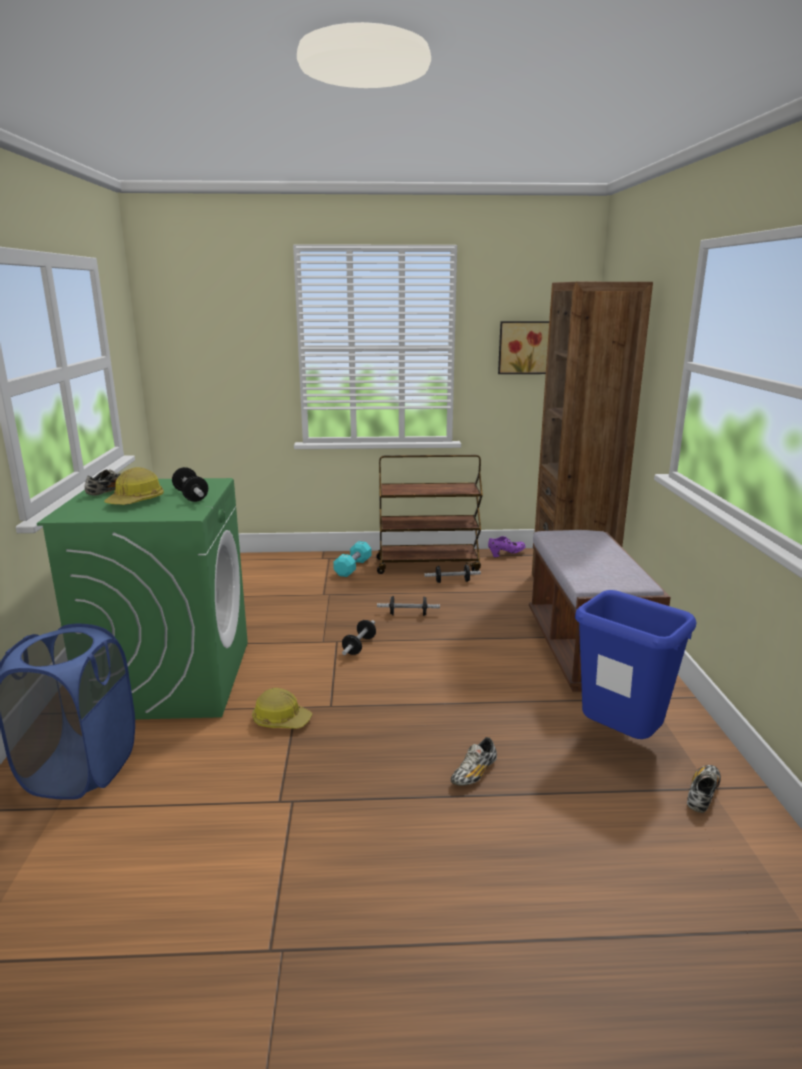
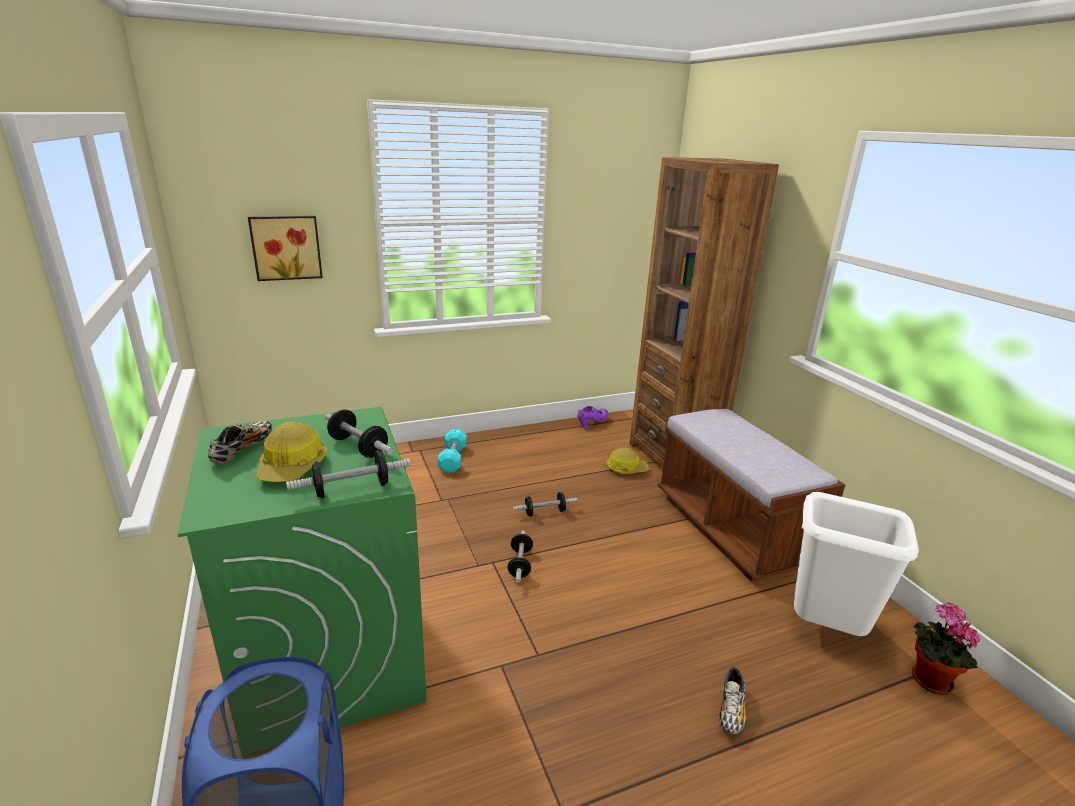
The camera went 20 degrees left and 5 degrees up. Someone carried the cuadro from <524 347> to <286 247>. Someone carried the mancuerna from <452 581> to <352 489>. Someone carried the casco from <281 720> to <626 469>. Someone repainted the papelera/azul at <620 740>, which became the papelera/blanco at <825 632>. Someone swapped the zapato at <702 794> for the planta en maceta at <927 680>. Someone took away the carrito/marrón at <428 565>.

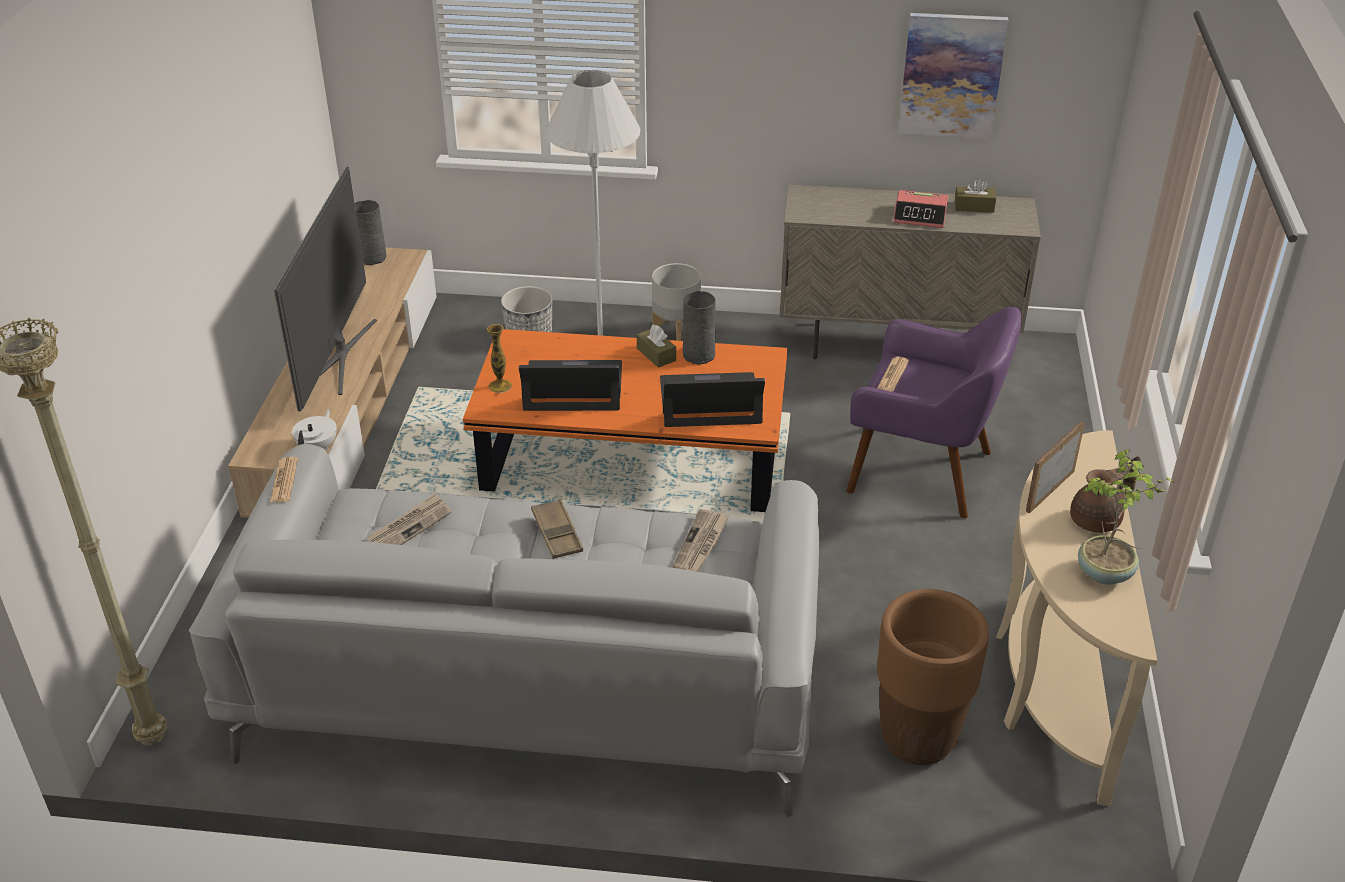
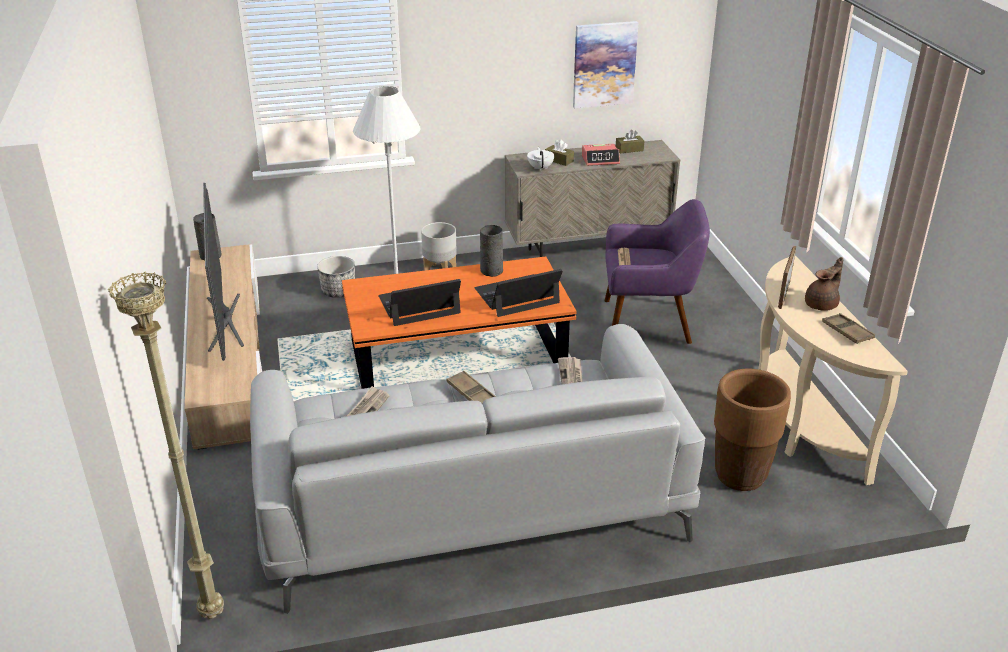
The camera went 20 degrees left and 5 degrees down. Someone carried the tetera/blanco from <318 447> to <540 168>. Someone carried the caja de pañuelos/marrón from <656 354> to <559 160>. Someone swapped the planta en maceta at <1105 574> for the bandeja/marrón at <847 332>. Someone took away the periódico at <284 480>. Someone took away the florero at <500 386>.

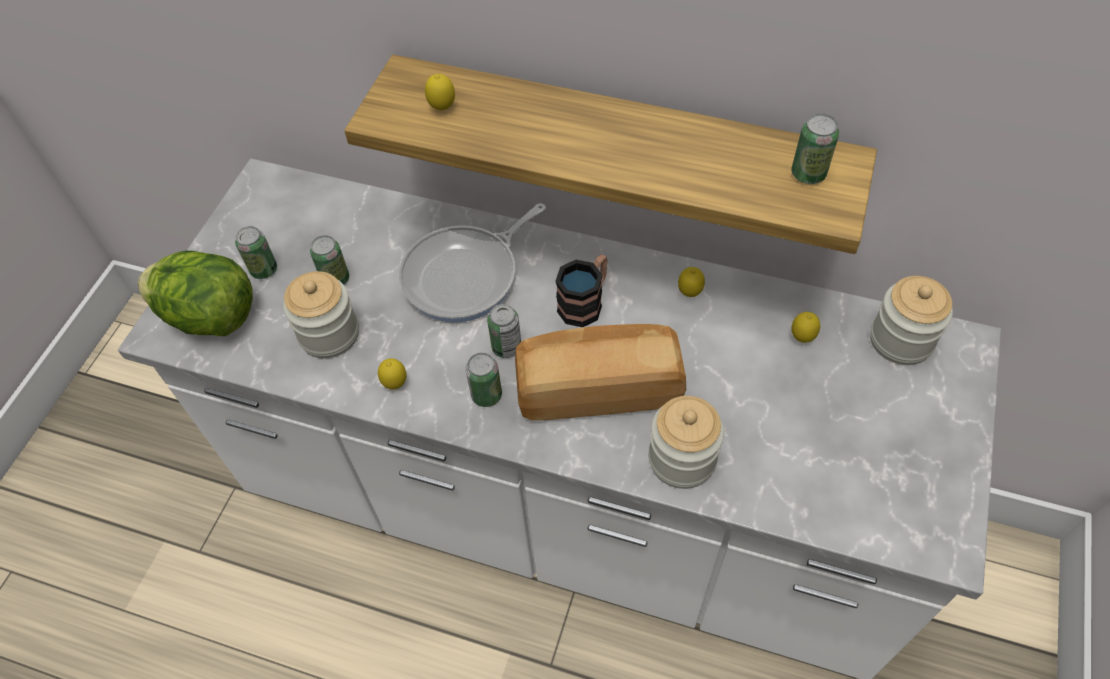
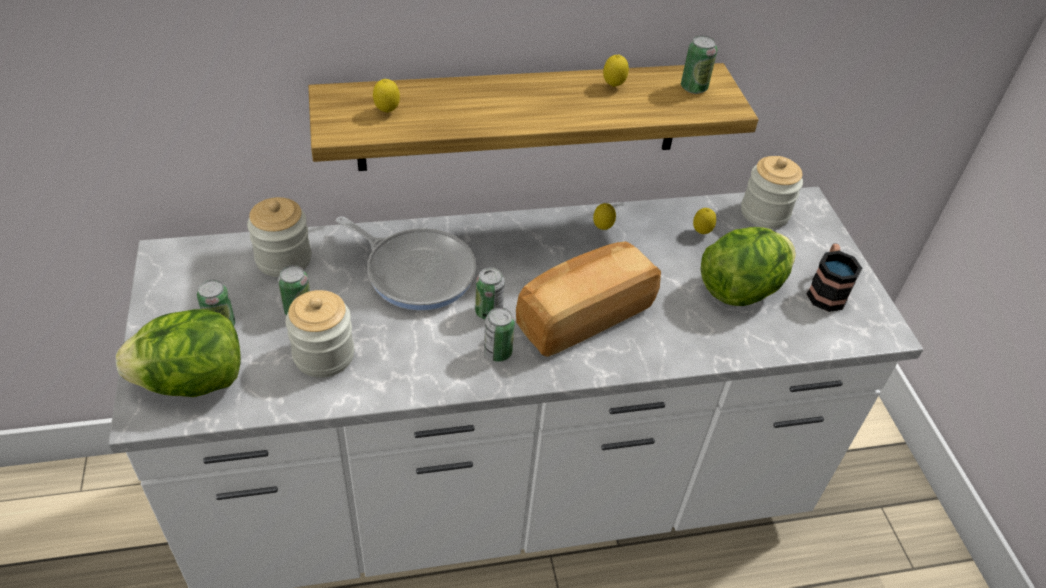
The camera went 35 degrees left and 10 degrees down. Someone carried the tarro from <682 459> to <283 259>. Someone rotated the sartén at <466 276> by 75 degrees counterclockwise. Someone carried the limón from <395 384> to <613 86>. Someone put down the lechuga at <740 289>. Someone carried the taza grande from <585 302> to <826 290>.

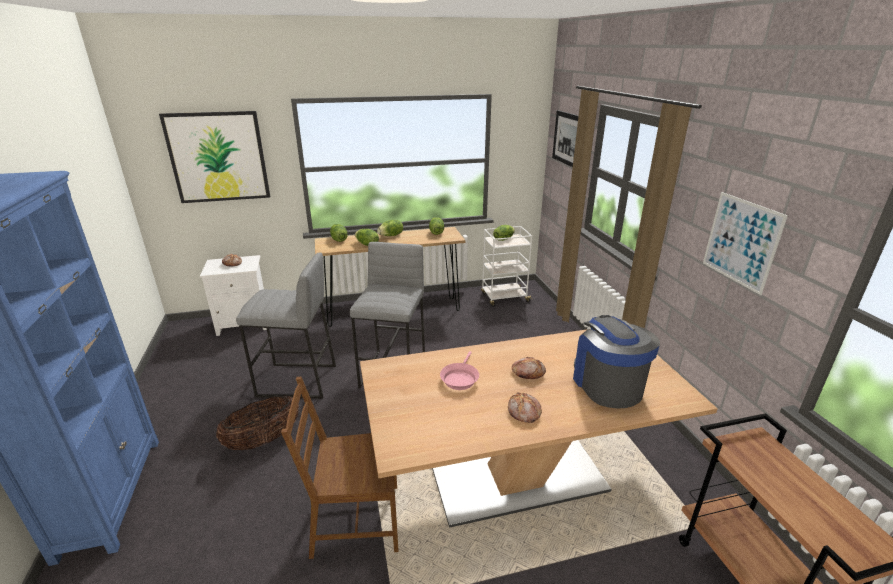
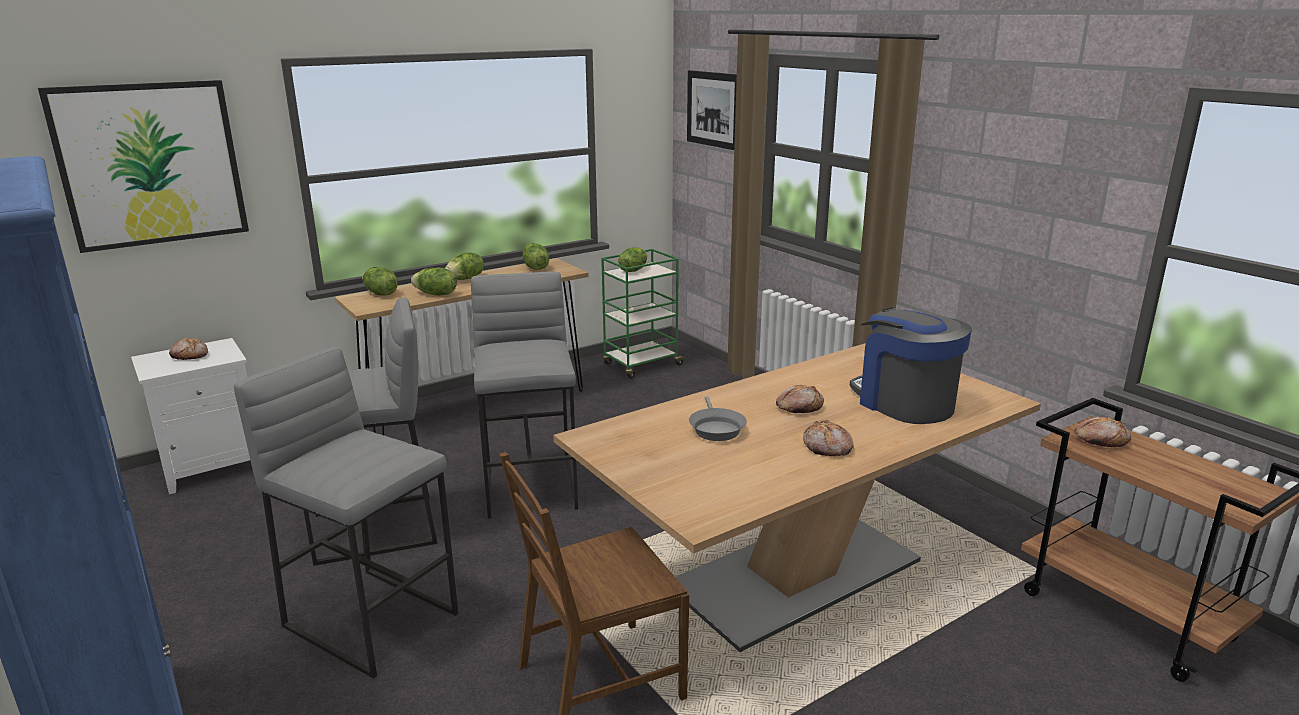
The camera went 20 degrees left and 5 degrees down. Someone swapped the cesta at <263 440> for the taburete/gris at <372 619>. Someone repainted the carrito/blanco at <504 298>, which became the carrito/verde at <641 365>. Someone repainted the sartén/rosa at <460 378>, which became the sartén/gris at <715 428>. Someone put down the pan at <1100 440>. Someone took away the cuadro at <741 241>.

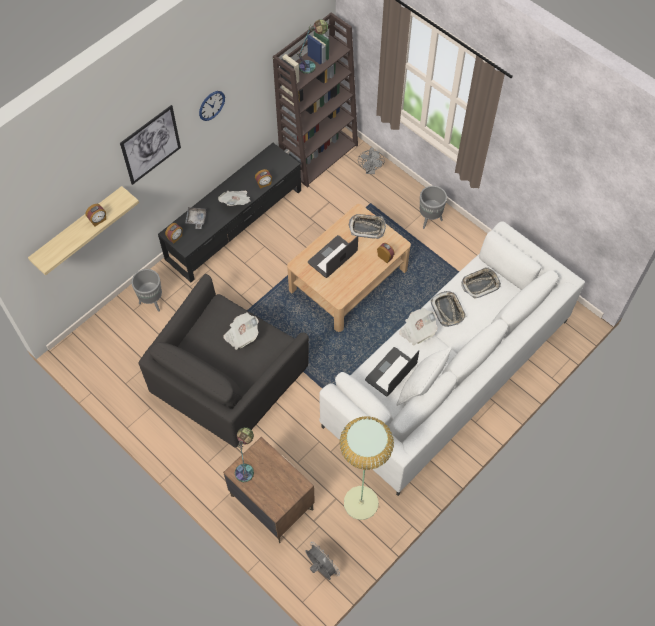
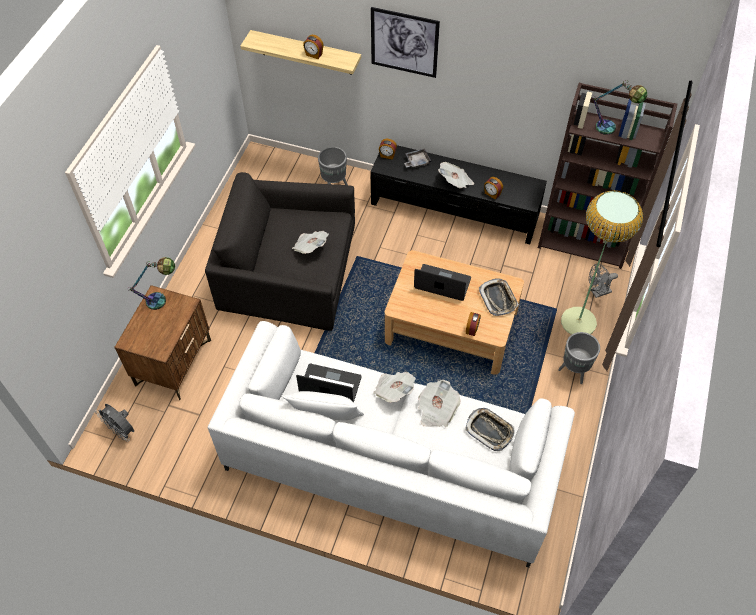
The camera went 65 degrees right and 5 degrees down. Someone rotated the ventilador/gris at <320 567> by 105 degrees clockwise. Someone swapped the bandeja at <448 310> for the periódico at <436 410>. Someone carried the lámpara de pie from <361 503> to <578 322>. Someone took away the reloj de pared at <211 105>.

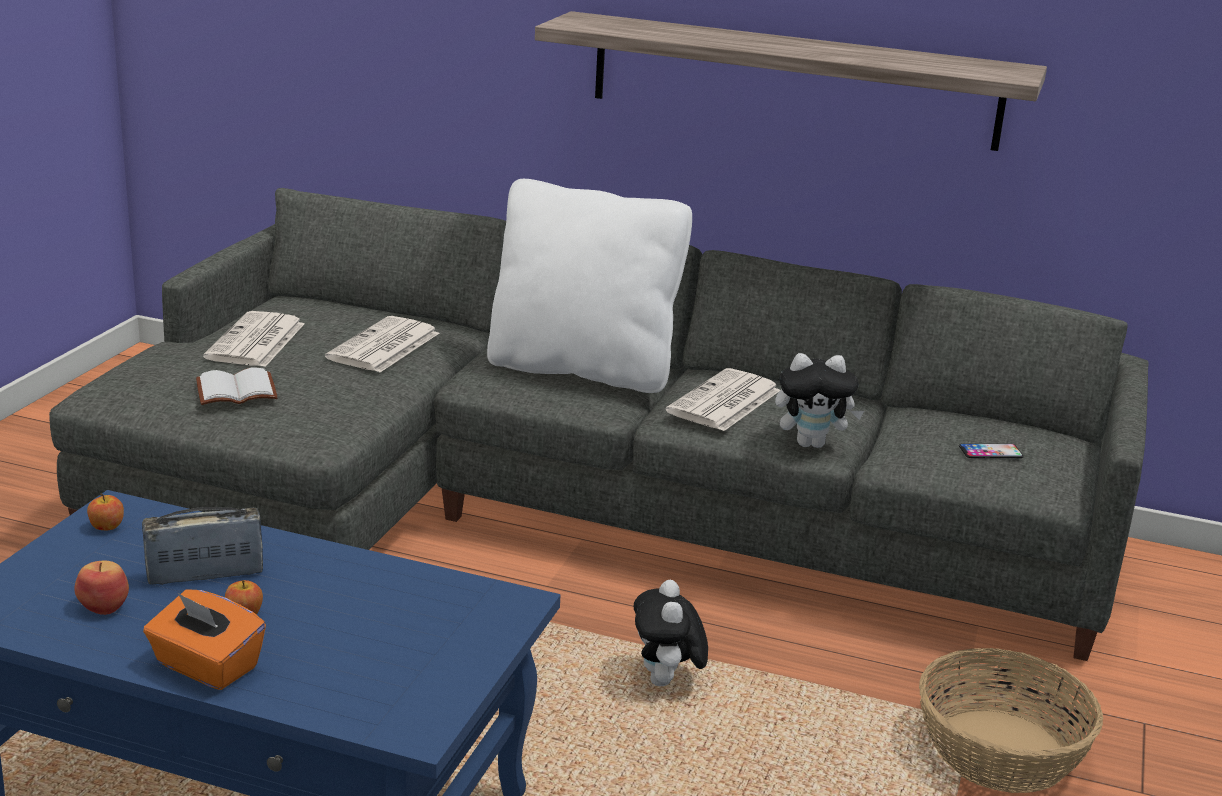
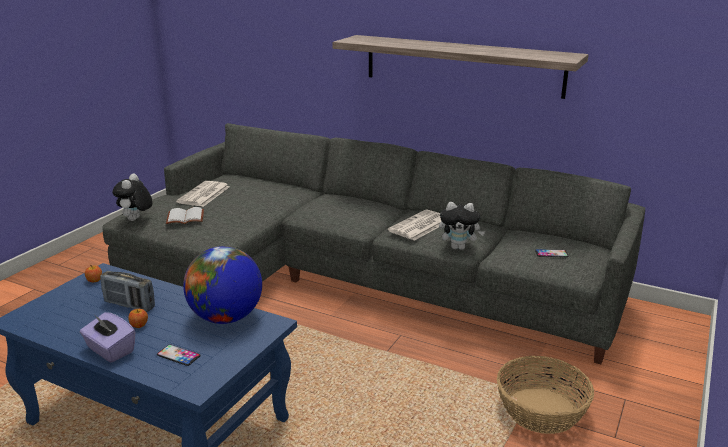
The camera went 10 degrees right and 0 degrees up. Someone repainted the caja de pañuelos/naranja at <206 667>, which became the caja de pañuelos/morado at <110 350>. Someone rotated the radio at <205 575> by 150 degrees counterclockwise. Someone carried the peluche from <666 683> to <136 220>. Someone put down the móvil at <178 355>. Someone put down the globo terráqueo at <226 317>. Someone took away the manzana at <104 606>. Someone took away the periódico at <383 347>. Someone took away the cojín/blanco at <583 369>.

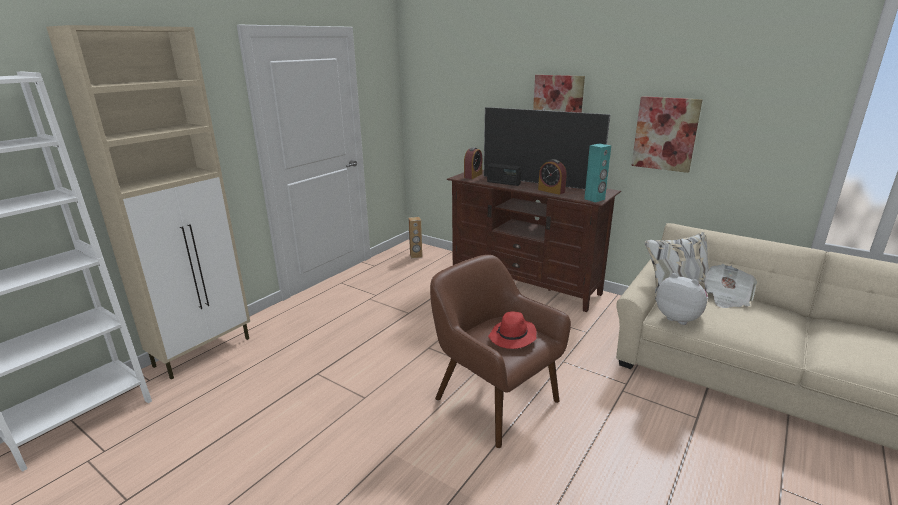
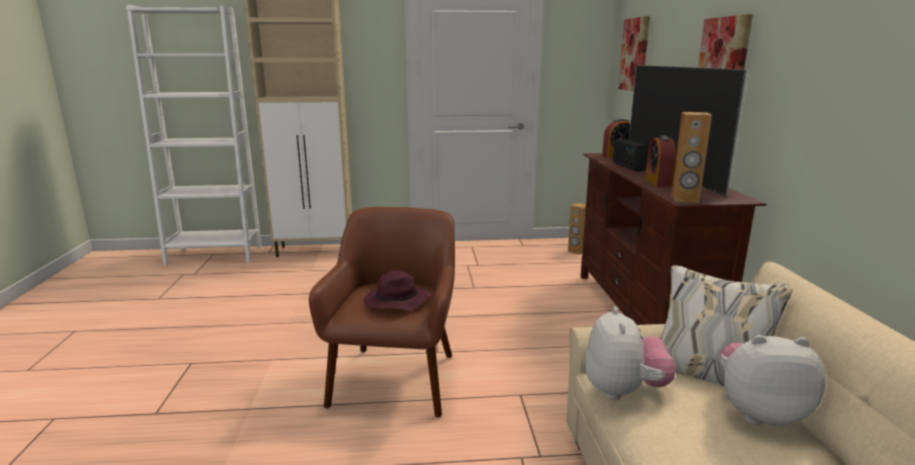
The camera went 50 degrees right and 5 degrees down. Someone repainted the sombrero/rojo at <513 337>, which became the sombrero/morado at <395 302>. Someone carried the cuadro from <665 134> to <634 54>. Someone repainted the altavoz/turquesa at <594 199>, which became the altavoz/marrón at <685 199>. Someone swapped the periódico at <726 298> for the peluche at <758 412>.

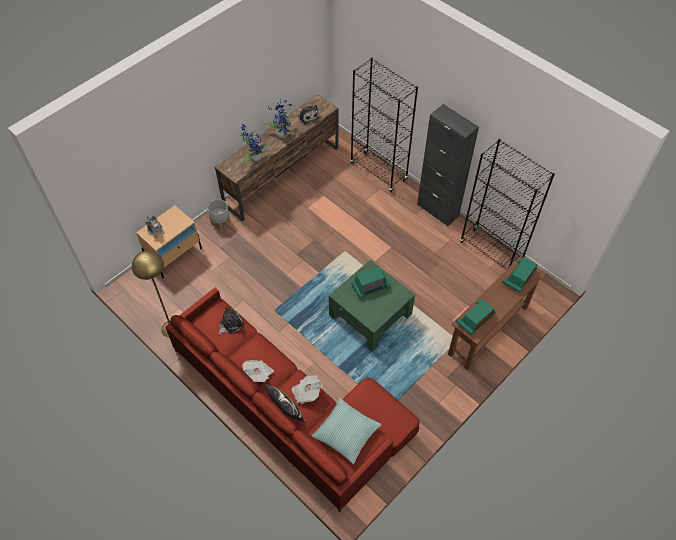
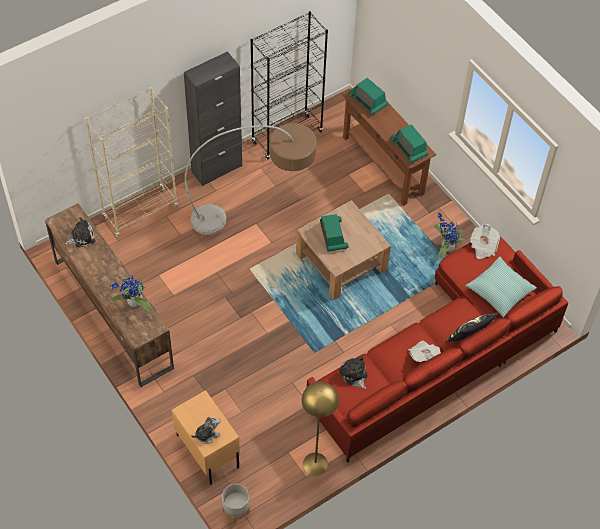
The camera went 80 degrees left and 0 degrees up. Someone repainted the estantería/negro at <378 172>, which became the estantería/beis at <140 212>. Someone put down the lámpara de pie at <257 214>. Someone carried the maceta/gris from <221 223> to <236 510>. Someone repainted the mesa de centro/verde at <370 315>, which became the mesa de centro/marrón at <341 262>. Someone carried the planta en maceta from <282 134> to <446 247>. Someone carried the periódico from <306 392> to <483 246>.

